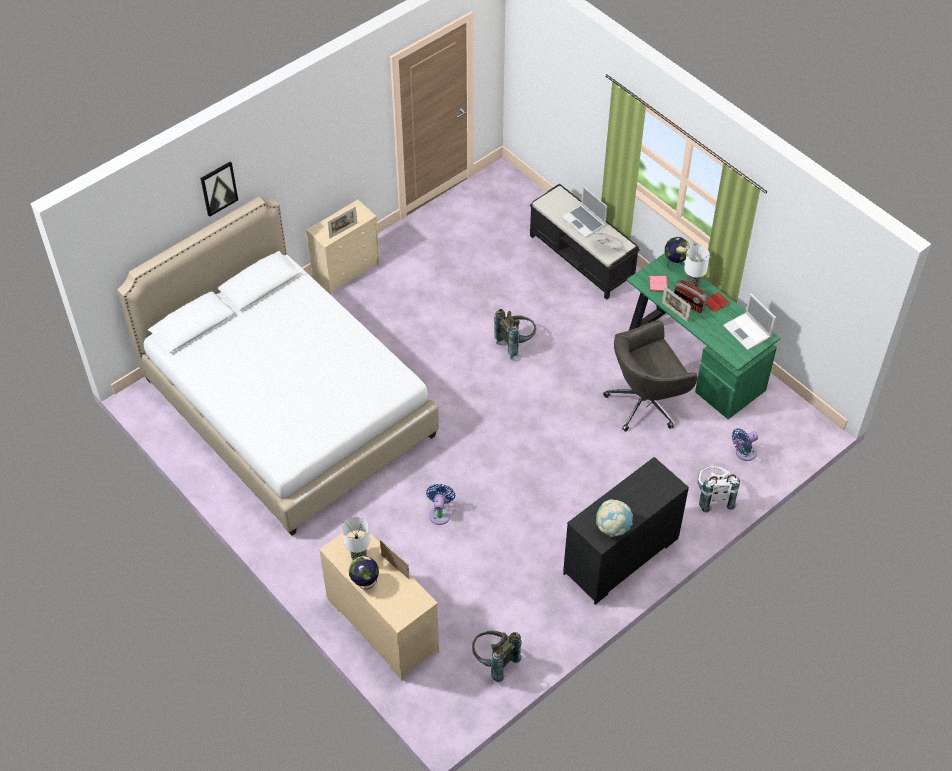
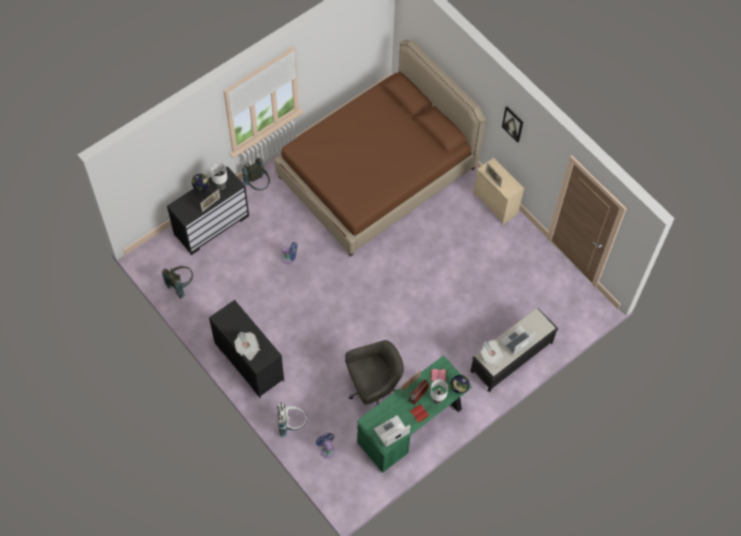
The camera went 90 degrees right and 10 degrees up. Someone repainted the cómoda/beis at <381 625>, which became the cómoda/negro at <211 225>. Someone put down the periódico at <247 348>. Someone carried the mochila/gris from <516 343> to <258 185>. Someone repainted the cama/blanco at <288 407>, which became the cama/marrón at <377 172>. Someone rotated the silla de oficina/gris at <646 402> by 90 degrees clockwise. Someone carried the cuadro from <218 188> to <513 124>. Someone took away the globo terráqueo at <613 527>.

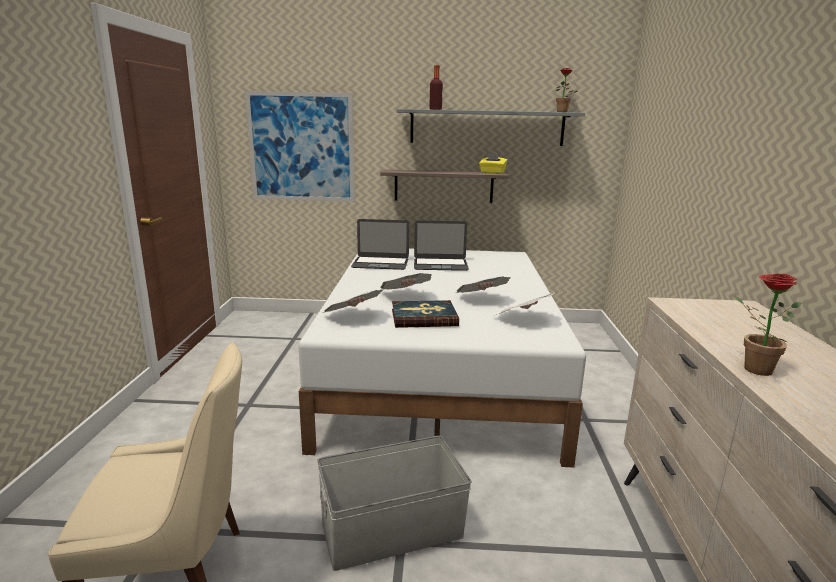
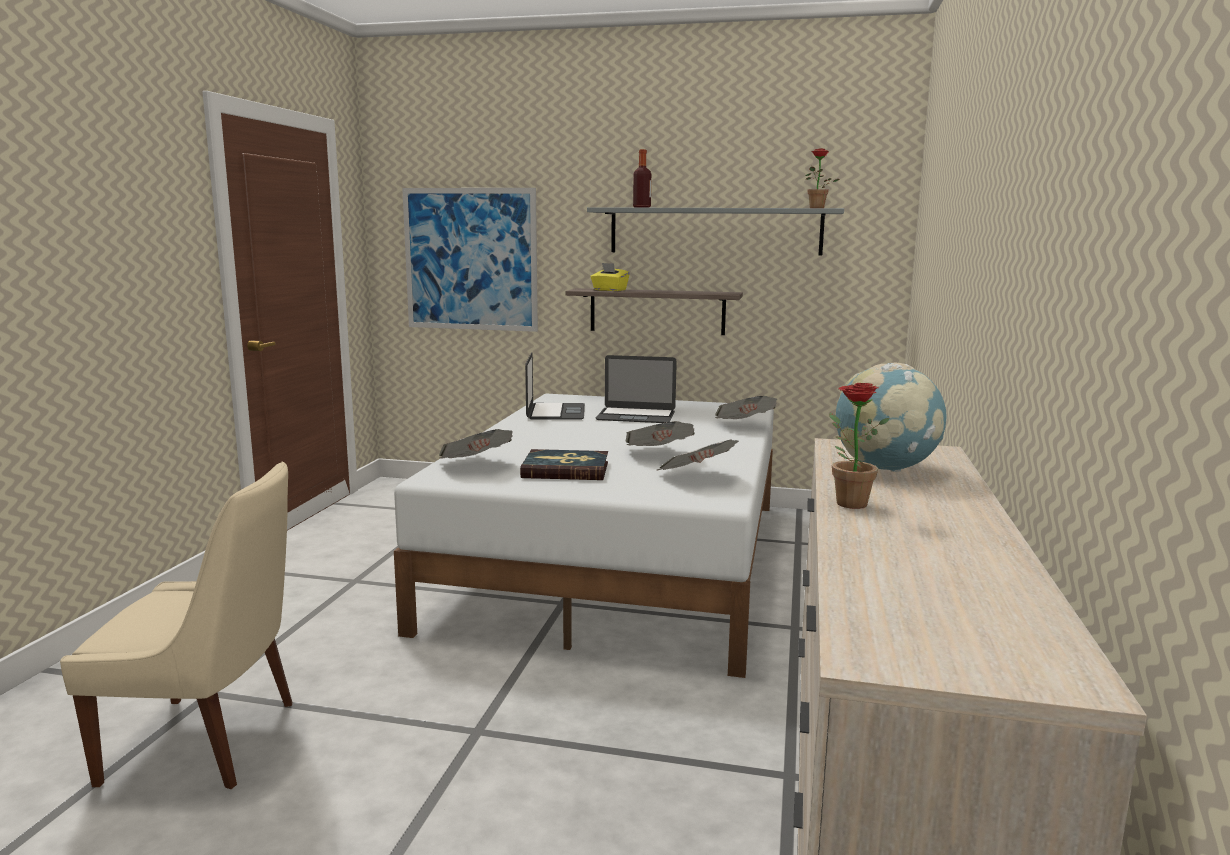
The camera went 10 degrees right and 5 degrees down. Someone rotated the portátil at <380 263> by 105 degrees counterclockwise. Someone carried the caja de pañuelos/amarillo from <492 173> to <609 290>. Someone carried the periódico from <405 296> to <744 425>. Someone put down the globo terráqueo at <885 468>. Someone took away the caja de almacenaje/gris at <393 531>.

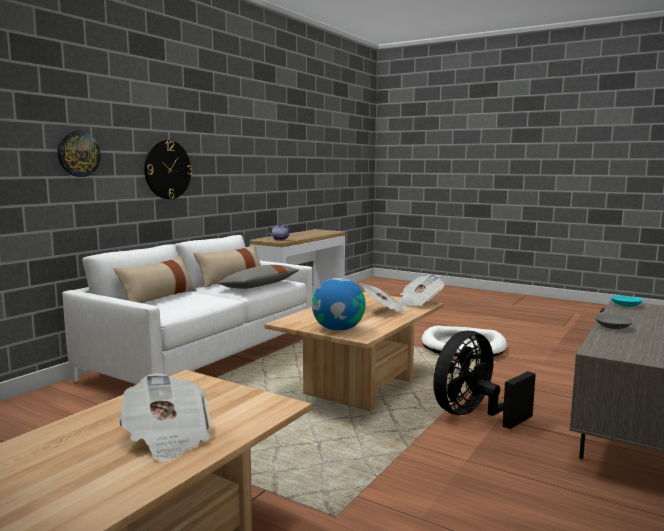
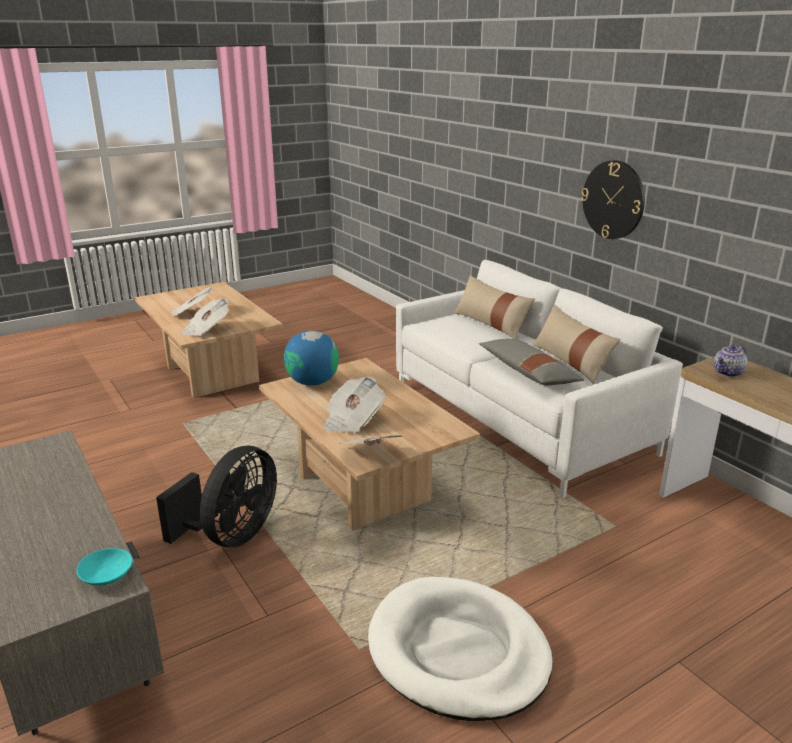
The camera went 115 degrees right and 15 degrees up. Someone rotated the ventilador/negro at <474 415> by 45 degrees clockwise. Someone put down the periódico at <206 330>. Someone took away the reloj de pared at <78 154>. Someone took away the cuenco/gris at <613 327>.

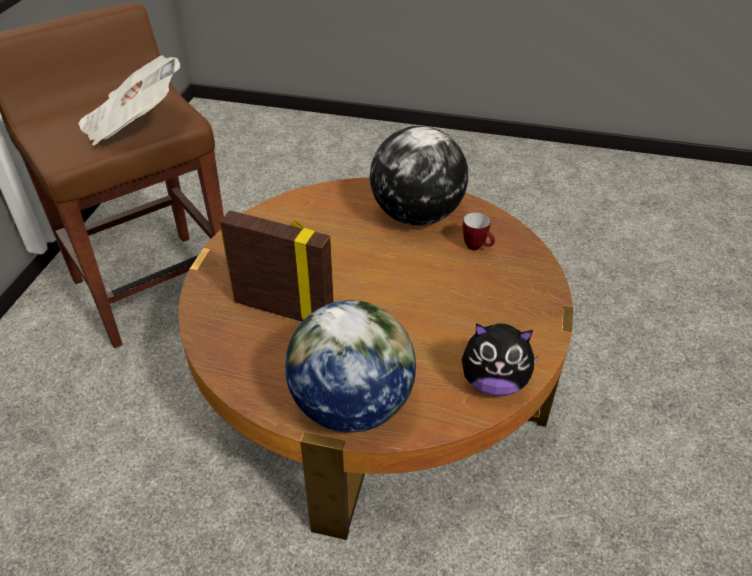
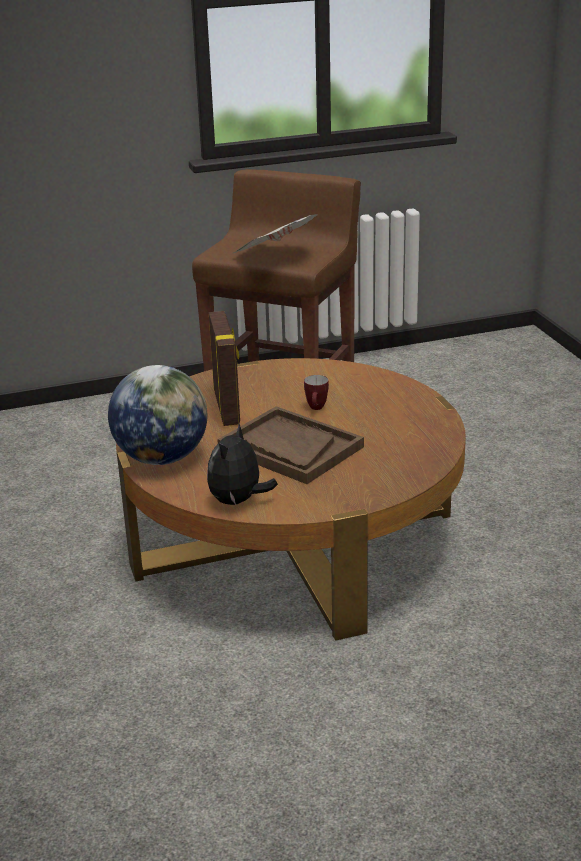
The camera went 60 degrees right and 15 degrees down. Someone rotated the peluche at <493 382> by 45 degrees clockwise. Someone put down the bandeja/marrón at <290 448>. Someone carried the taza grande from <477 247> to <316 409>. Someone took away the globo terráqueo at <417 215>.

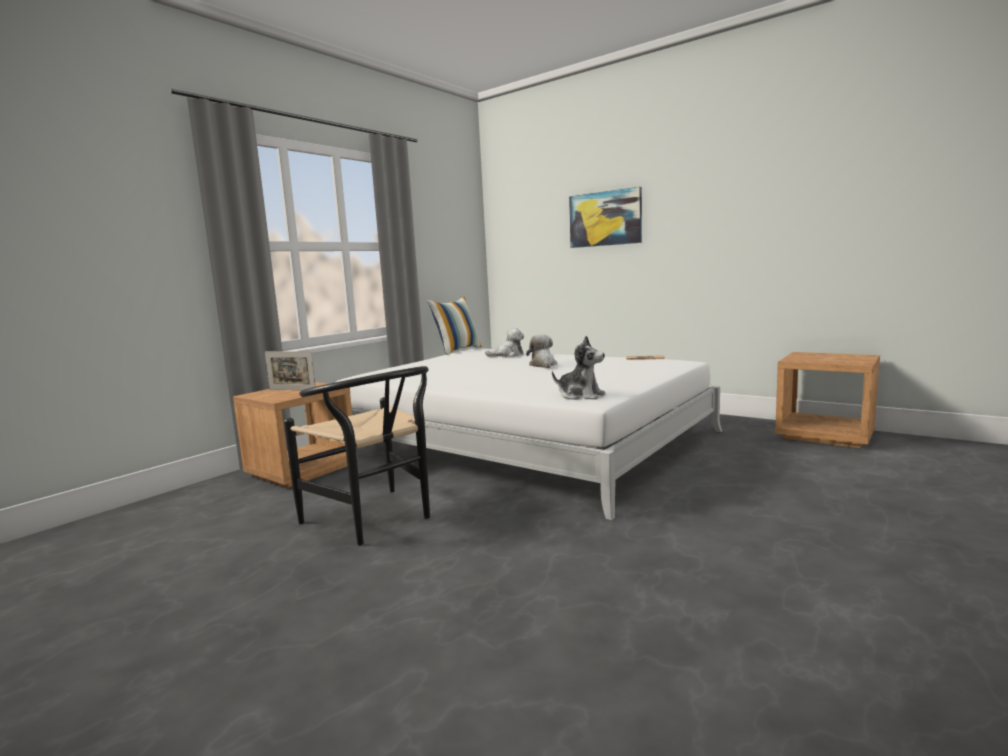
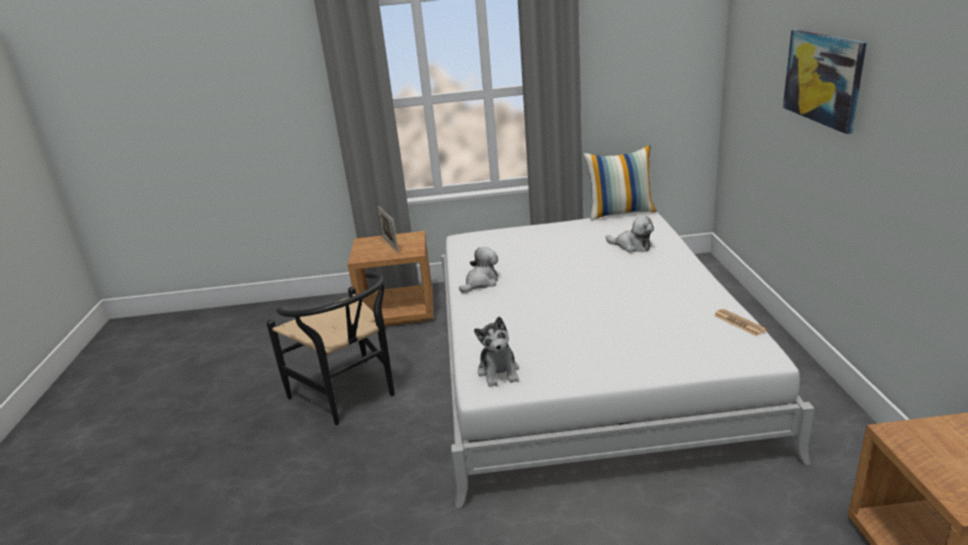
The camera went 50 degrees right and 15 degrees up. Someone rotated the silla/negro at <376 520> by 45 degrees counterclockwise. Someone carried the peluche from <543 365> to <481 283>.

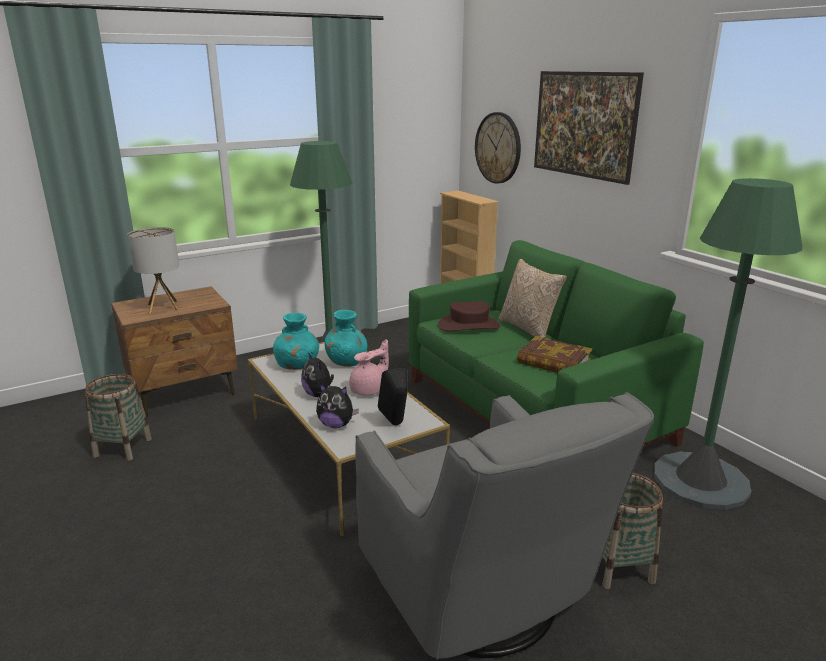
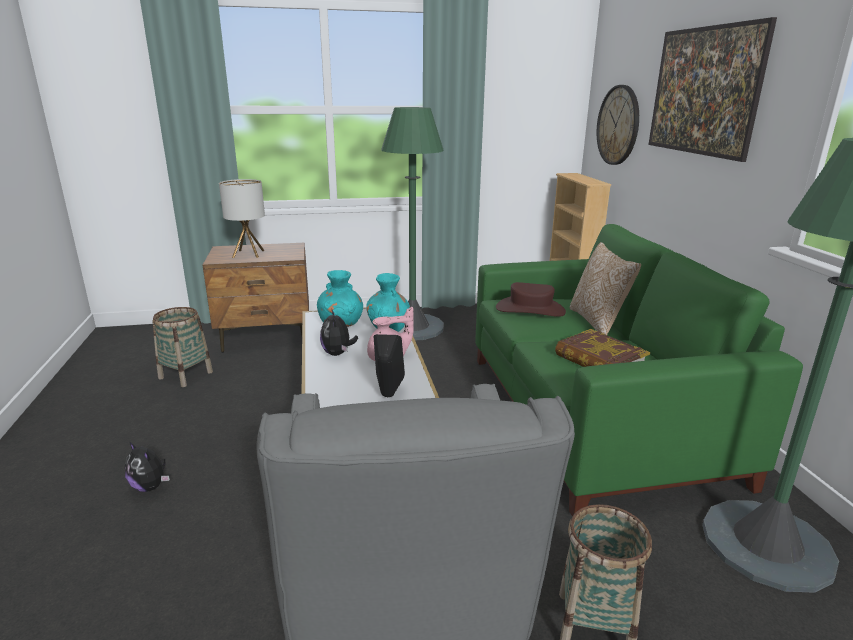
The camera went 20 degrees right and 0 degrees up. Someone carried the peluche from <336 425> to <150 486>.

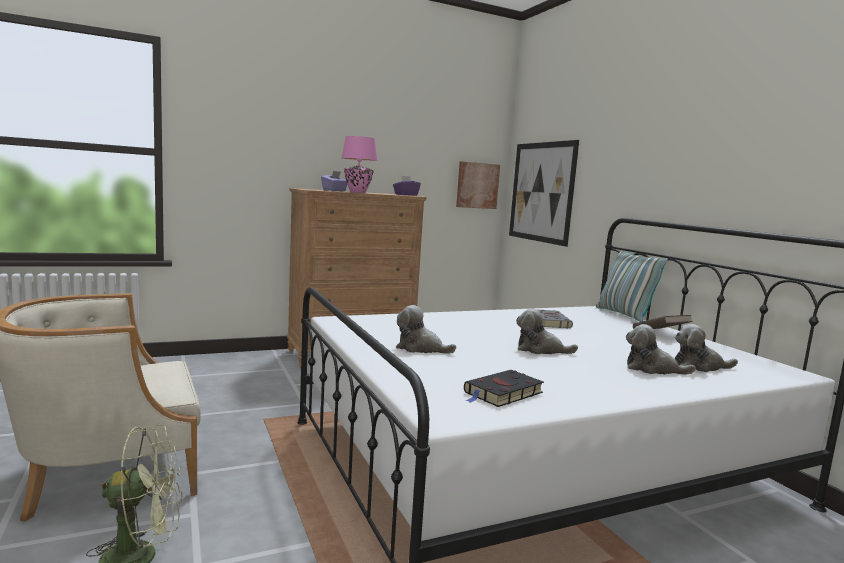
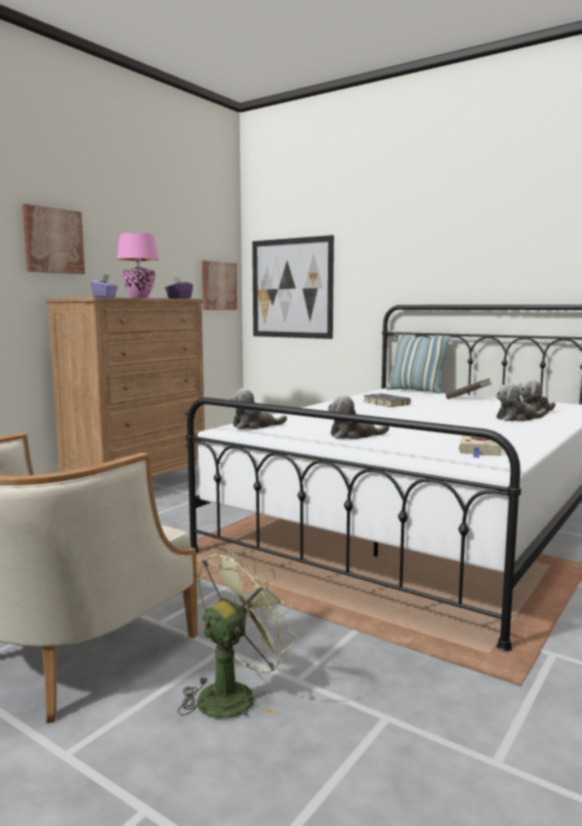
The camera went 30 degrees left and 0 degrees up. Someone put up the cuadro at <53 240>. Someone carried the peluche from <540 350> to <255 426>. Someone repainted the libro/negro at <502 393>, which became the libro/beis at <481 449>.

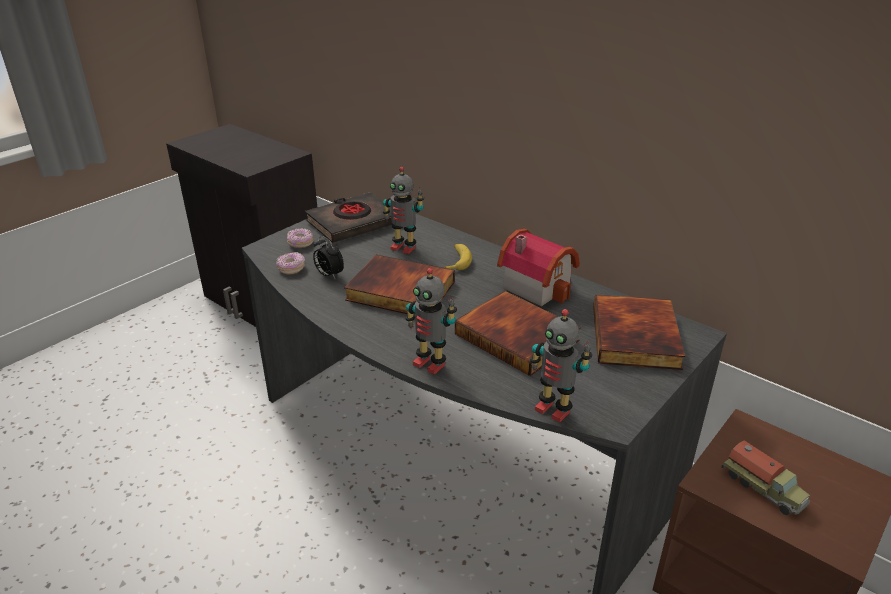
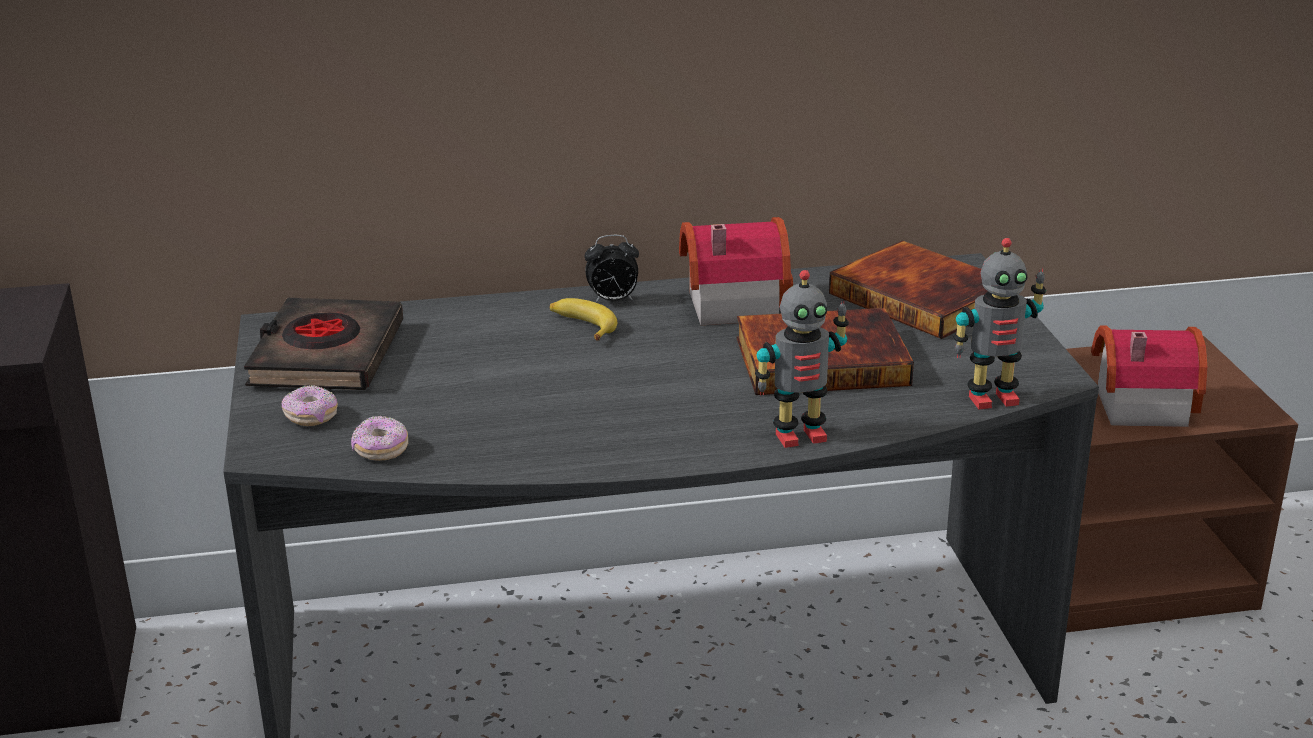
The camera went 50 degrees left and 5 degrees down. Someone carried the despertador from <329 275> to <612 301>. Someone swapped the camión de juguete at <763 488> for the casita at <1137 404>. Someone took away the libro at <399 292>. Someone took away the robot de juguete at <404 247>.

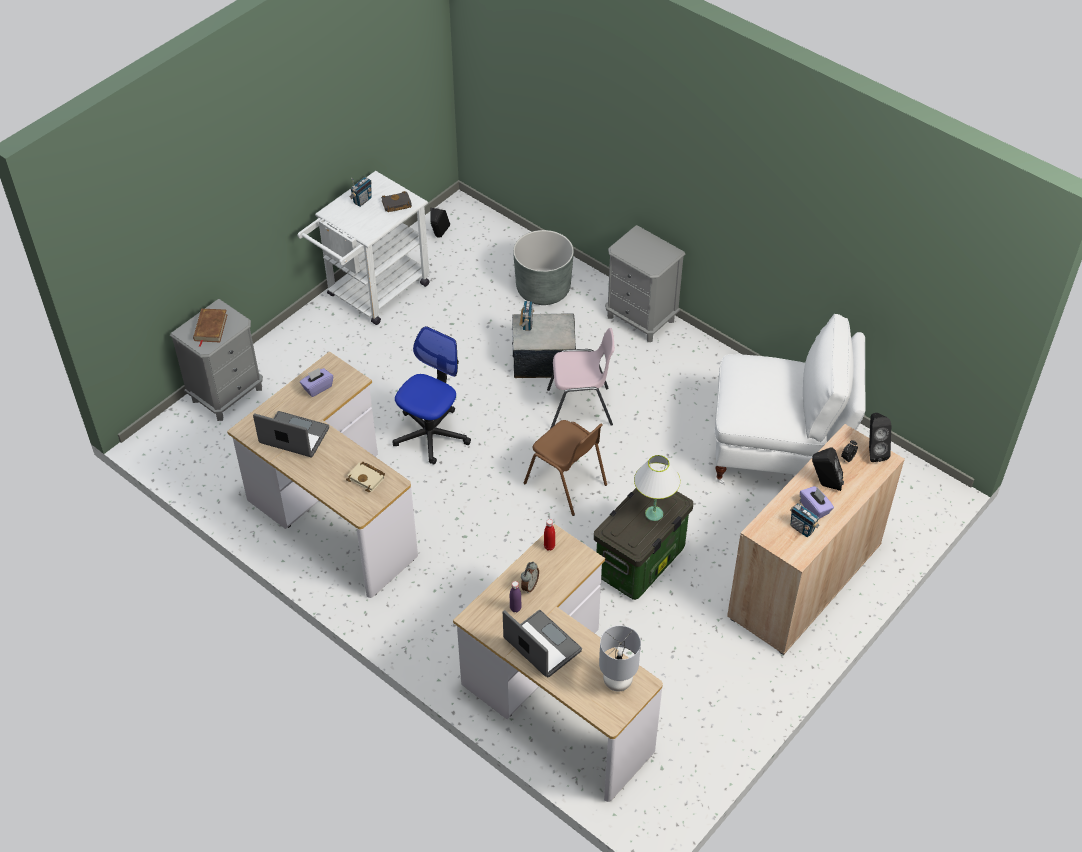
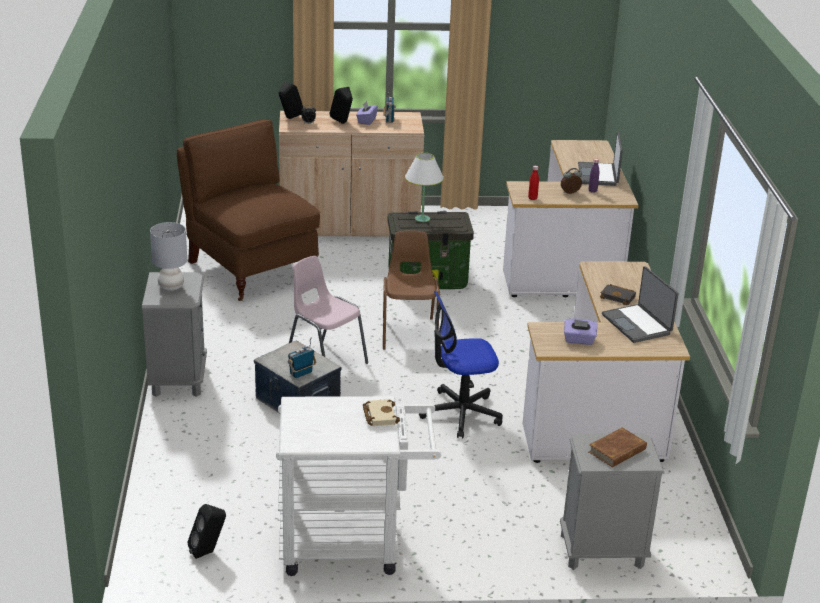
The camera went 135 degrees left and 20 degrees down. Someone carried the lámpara de mesa/gris from <617 681> to <171 287>. Someone repainted the silla/blanco at <778 454>, which became the silla/marrón at <251 269>. Someone carried the libro/beis from <367 478> to <379 415>. Someone carried the libro/negro from <396 205> to <619 297>. Someone took away the radio at <362 200>. Someone took away the maceta/gris at <543 289>.

